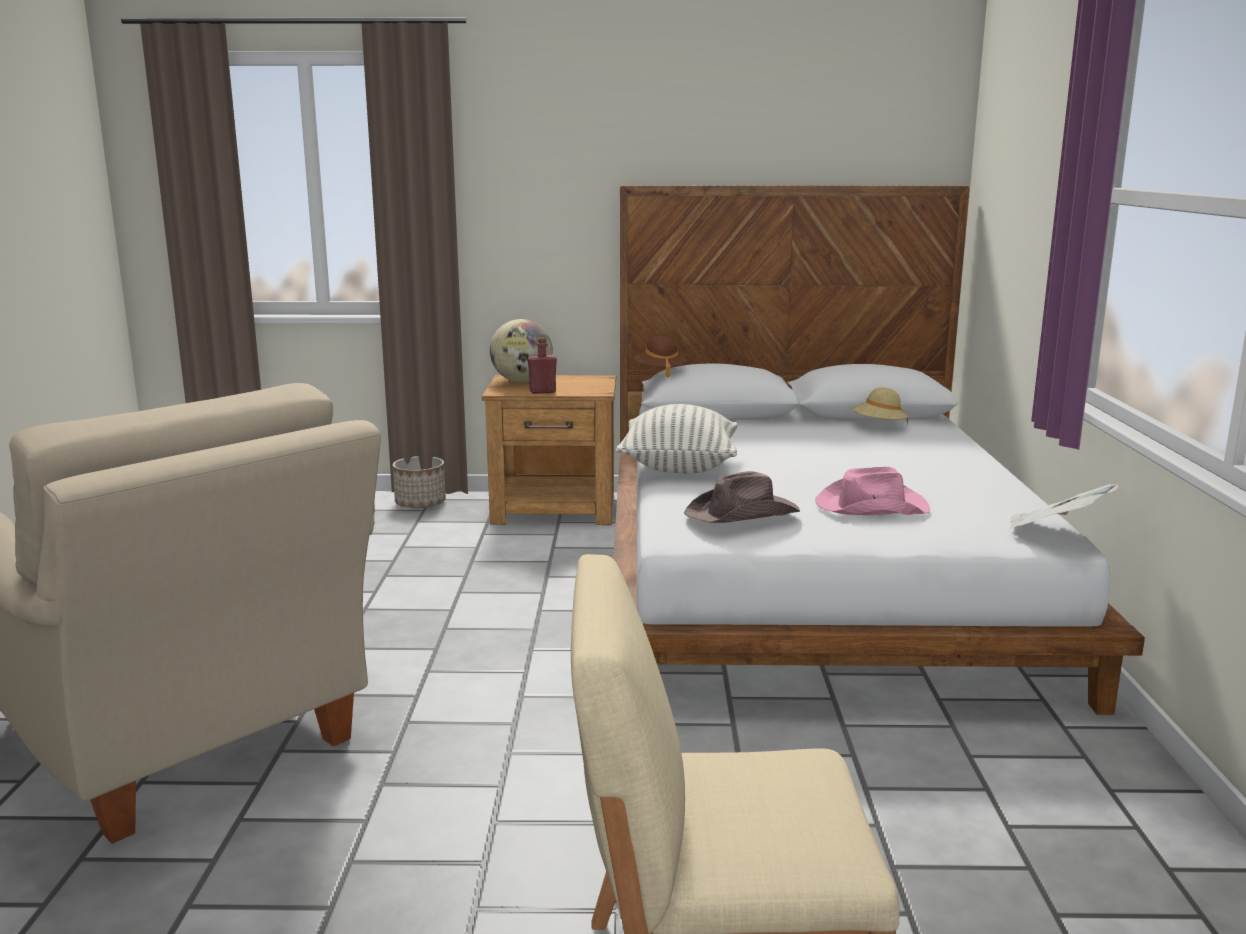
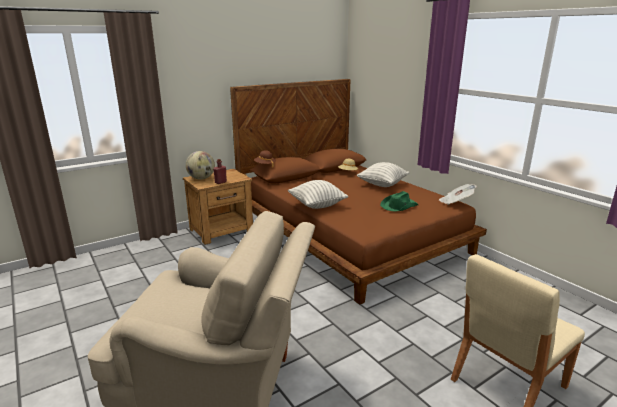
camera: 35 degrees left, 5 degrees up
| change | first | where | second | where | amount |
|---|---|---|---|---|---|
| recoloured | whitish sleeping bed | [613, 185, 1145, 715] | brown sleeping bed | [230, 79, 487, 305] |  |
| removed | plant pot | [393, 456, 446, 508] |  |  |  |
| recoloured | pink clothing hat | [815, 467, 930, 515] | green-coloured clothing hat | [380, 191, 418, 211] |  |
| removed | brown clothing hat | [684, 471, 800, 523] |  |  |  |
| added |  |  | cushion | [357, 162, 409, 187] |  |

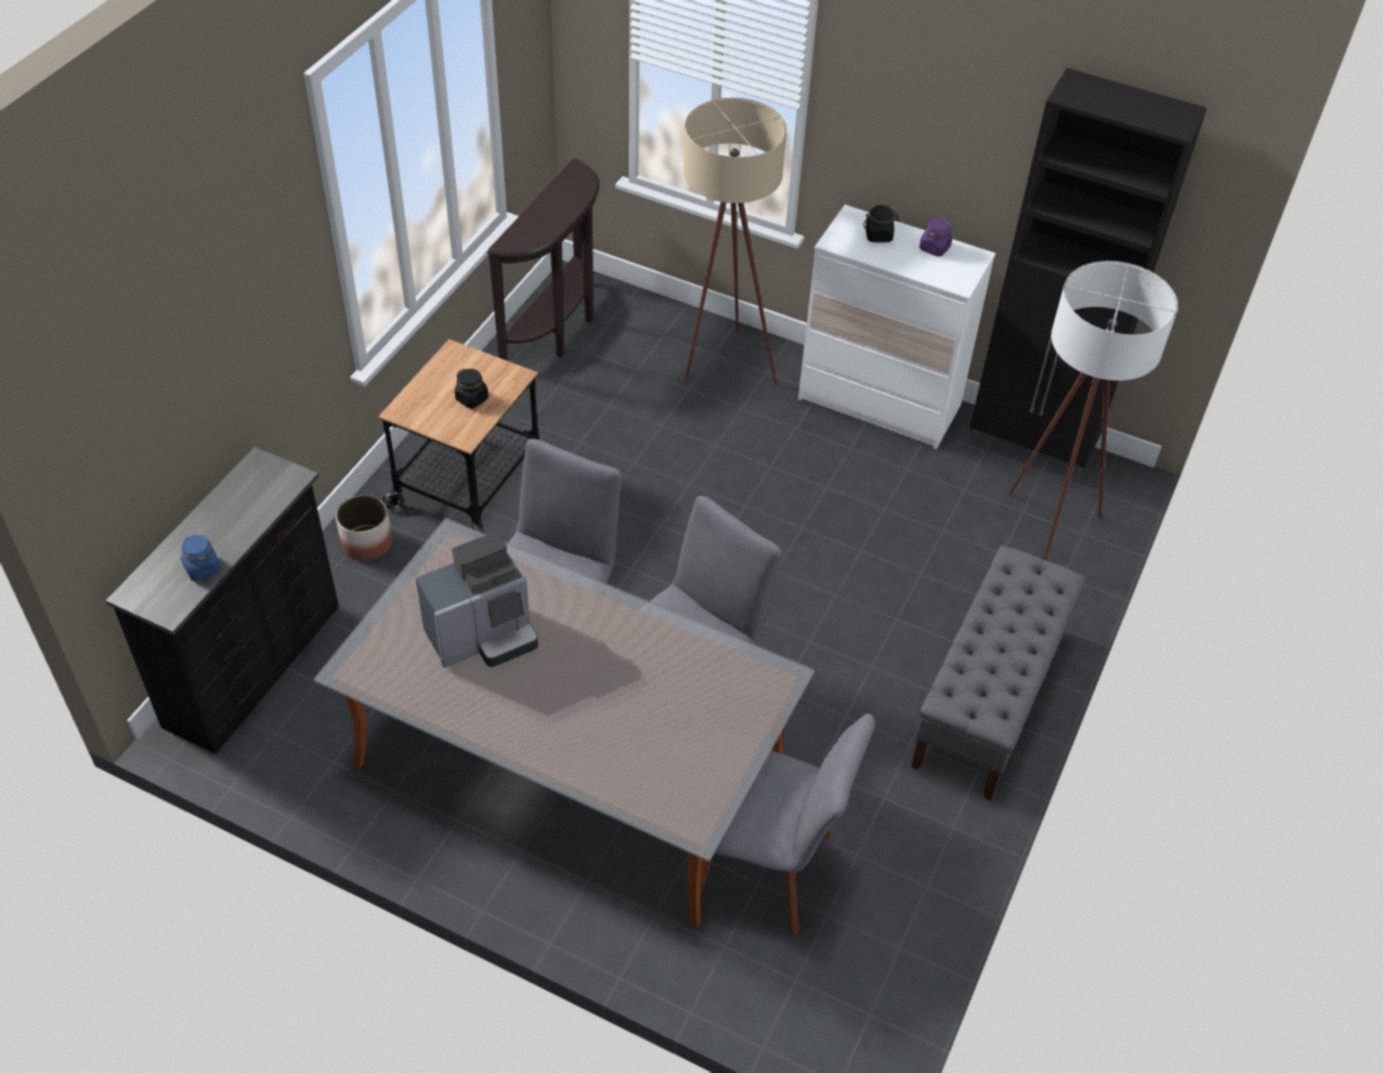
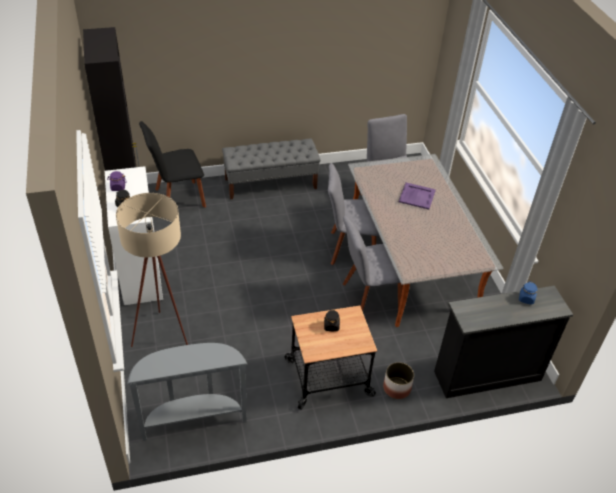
camera: 130 degrees left, 5 degrees down
| change | first | where | second | where | amount |
|---|---|---|---|---|---|
| recoloured | brown hall table | [487, 158, 599, 361] | greyish hall table | [127, 343, 248, 441] |  |
| replaced | whitish standing lamp | [1008, 261, 1178, 560] | blackish upright chair | [139, 121, 206, 207] |  |
| removed | coffee brewer | [416, 532, 538, 668] |  |  |  |
| added |  |  | purplish carrying tray | [399, 183, 436, 209] |  |

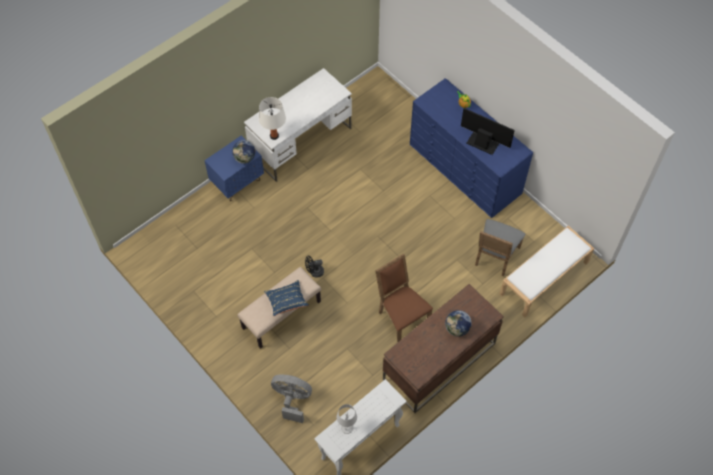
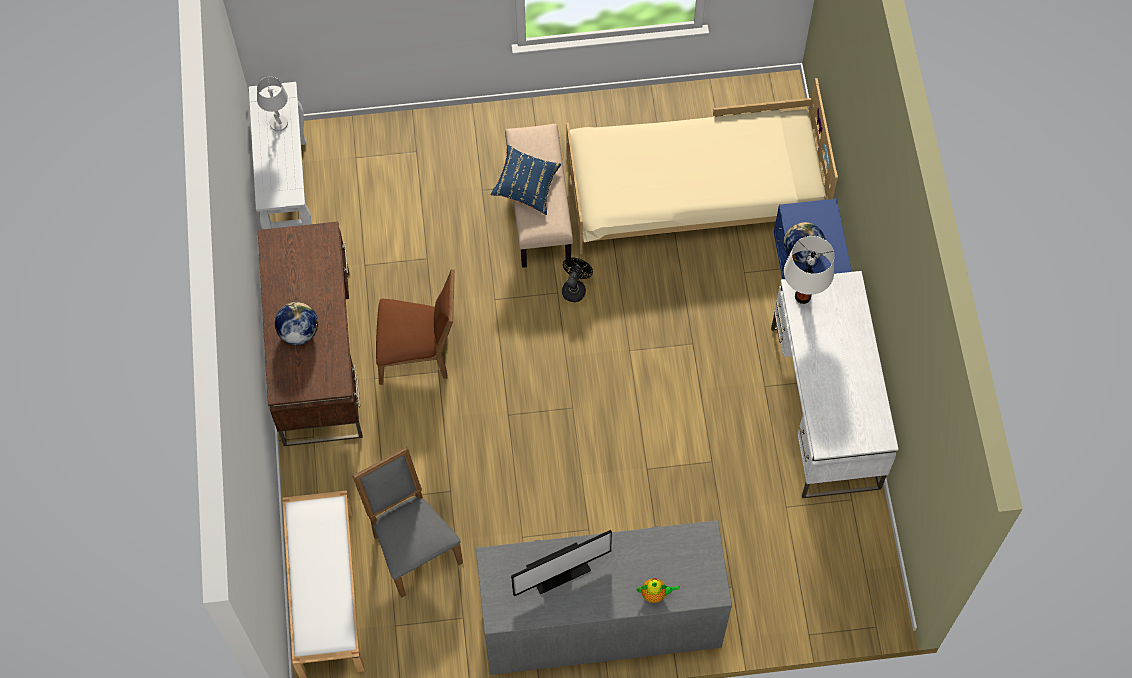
camera: 125 degrees right, 5 degrees up
| change | first | where | second | where | amount |
|---|---|---|---|---|---|
| recoloured | bluish chest of drawers | [410, 78, 533, 218] | greyish chest of drawers | [476, 520, 732, 675] |  |
| removed | greyish fan | [271, 374, 312, 423] |  |  |  |
| added |  |  | sand-coloured sleeping bed | [566, 78, 838, 254] |  |

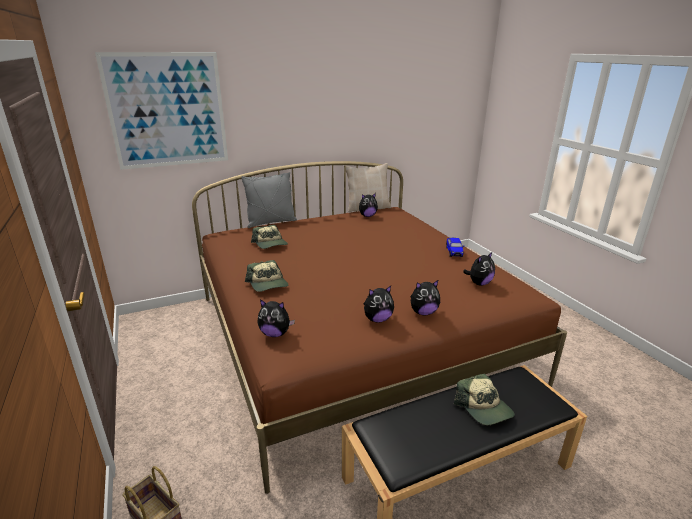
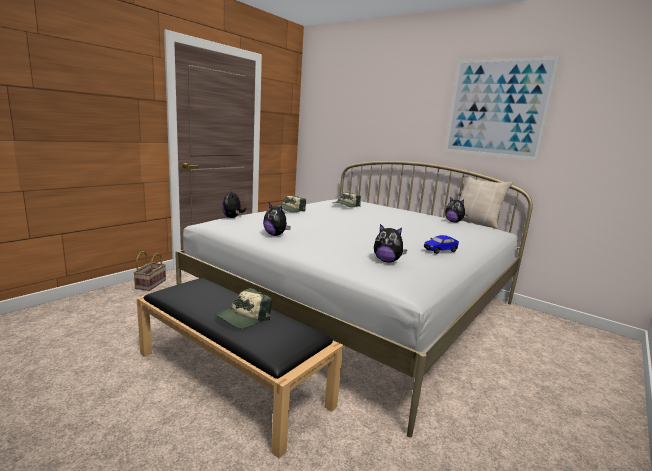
camera: 60 degrees right, 10 degrees down
| change | first | where | second | where | amount |
|---|---|---|---|---|---|
| moved | wall art | [95, 52, 228, 170] |  | [445, 56, 560, 160] |  |
| recoloured | brown sleeping bed | [192, 161, 567, 494] | whitish sleeping bed | [175, 161, 533, 438] |  |
| removed | greyish cushion | [241, 172, 297, 228] |  |  |  |
| removed | plush toy | [410, 280, 440, 315] |  |  |  |

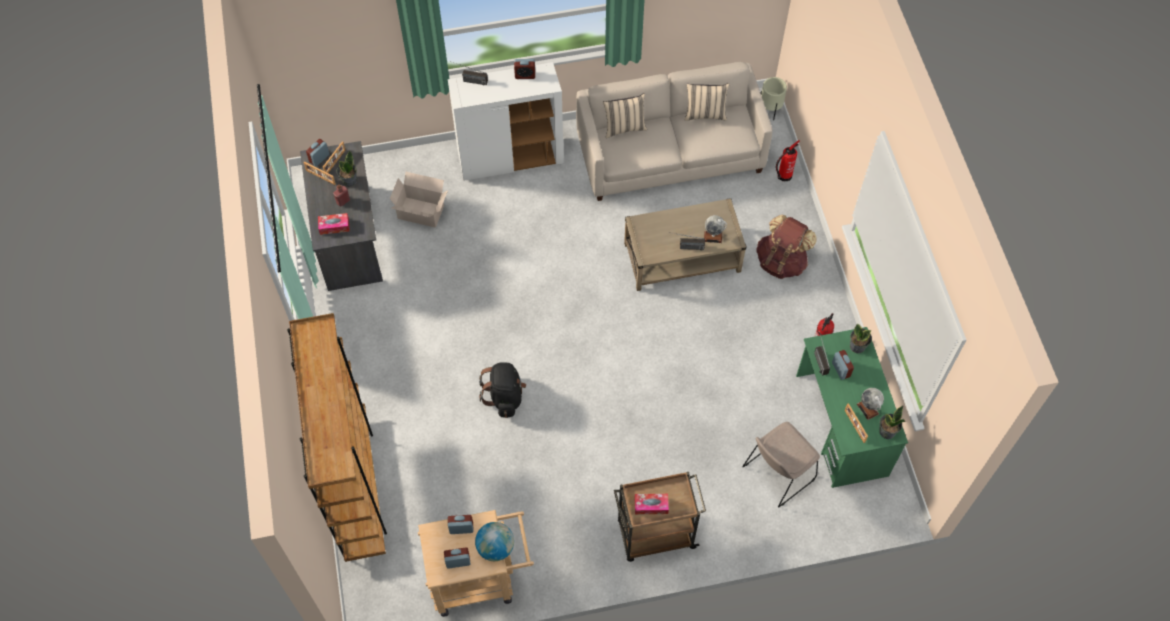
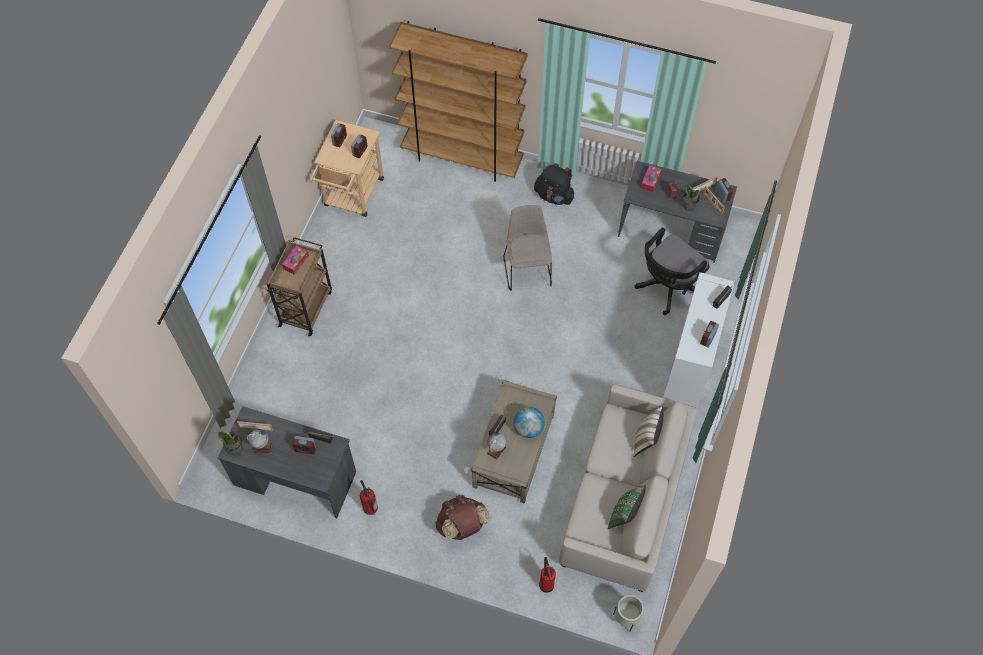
camera: 120 degrees right, 0 degrees up
| change | first | where | second | where | amount |
|---|---|---|---|---|---|
| recoloured | sand-coloured cushion | [685, 83, 729, 121] | green-coloured cushion | [608, 485, 646, 529] |  |
| replaced | packing box | [390, 172, 448, 228] | blackish desk chair | [634, 227, 710, 315] |  |
| removed | houseplant | [850, 324, 872, 354] |  |  |  |
| recoloured | green-coloured desk unit | [796, 327, 908, 488] | greyish desk unit | [218, 406, 356, 519] |  |
| moved | blackish backpack | [479, 362, 526, 418] |  | [534, 163, 574, 205] |  |
| moved | sand-coloured upright chair | [742, 422, 820, 507] |  | [504, 205, 552, 291] |  |
| moved | world globe | [475, 522, 514, 561] |  | [514, 407, 545, 438] |  |

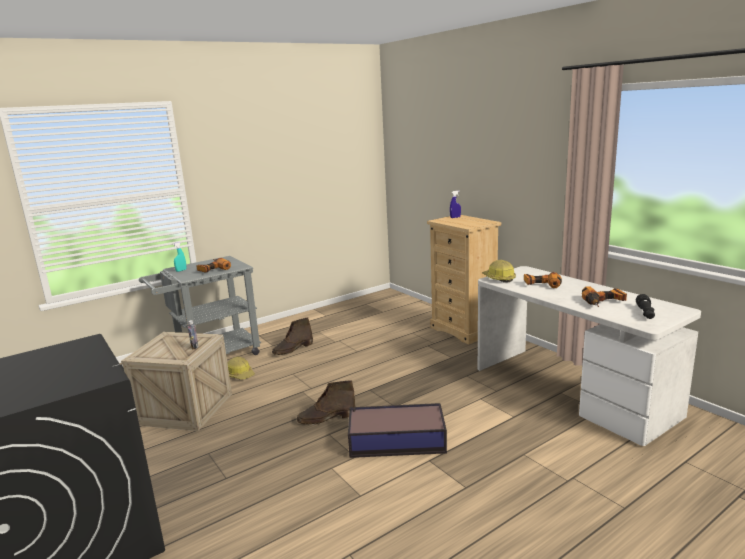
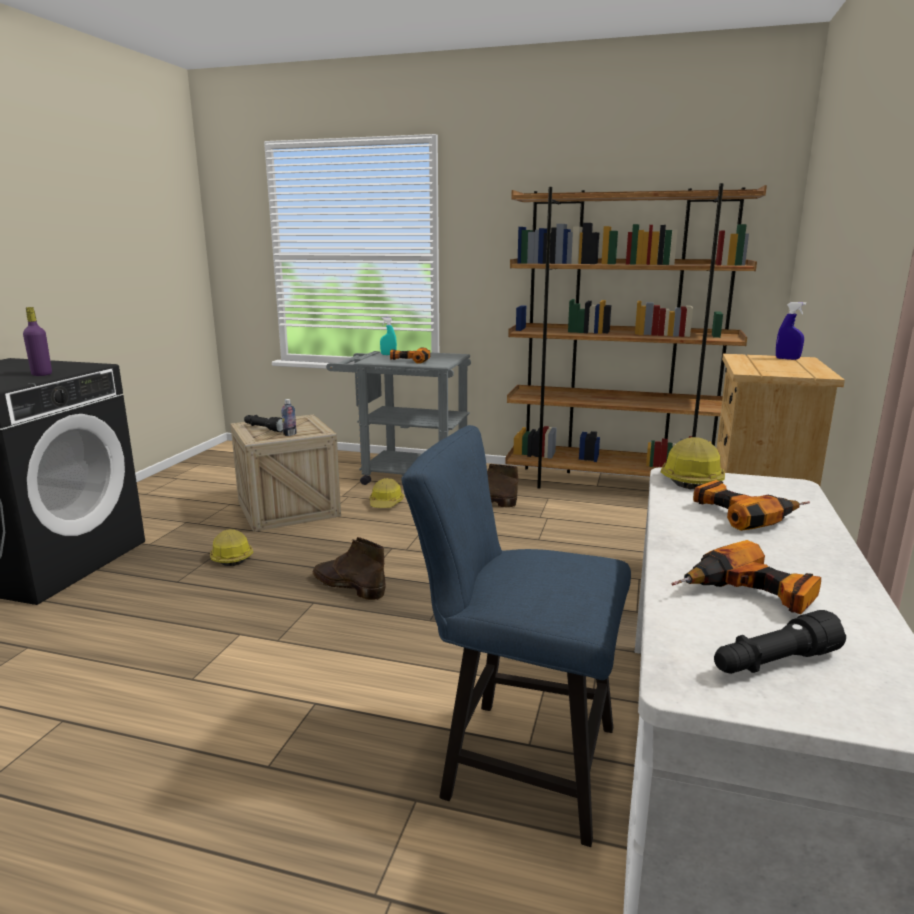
camera: 50 degrees right, 0 degrees up
| change | first | where | second | where | amount |
|---|---|---|---|---|---|
| removed | storage bin | [348, 403, 447, 458] |  |  |  |
| added |  |  | brown shelving unit | [505, 183, 767, 489] |  |
| added |  |  | purplish drink bottle | [23, 307, 52, 376] |  |
| added |  |  | blackish flashlight | [244, 415, 283, 432] |  |
| added |  |  | bluish upright chair | [401, 425, 631, 847] |  |
| added |  |  | work helmet | [210, 529, 253, 566] |  |

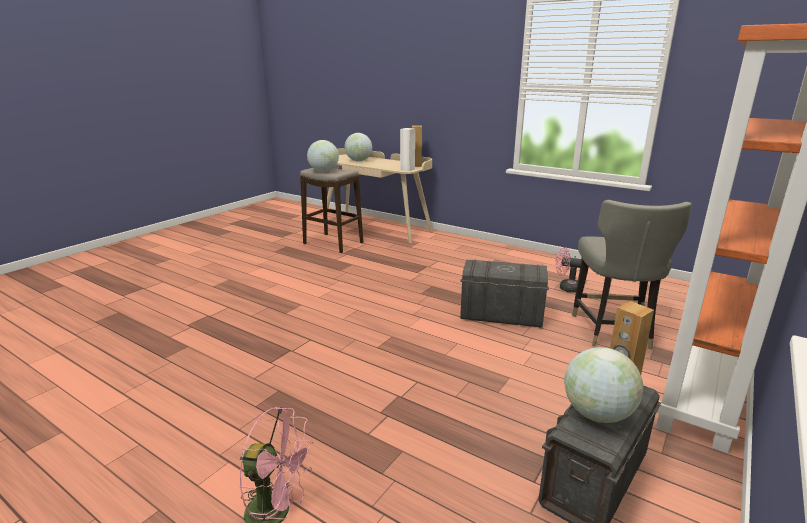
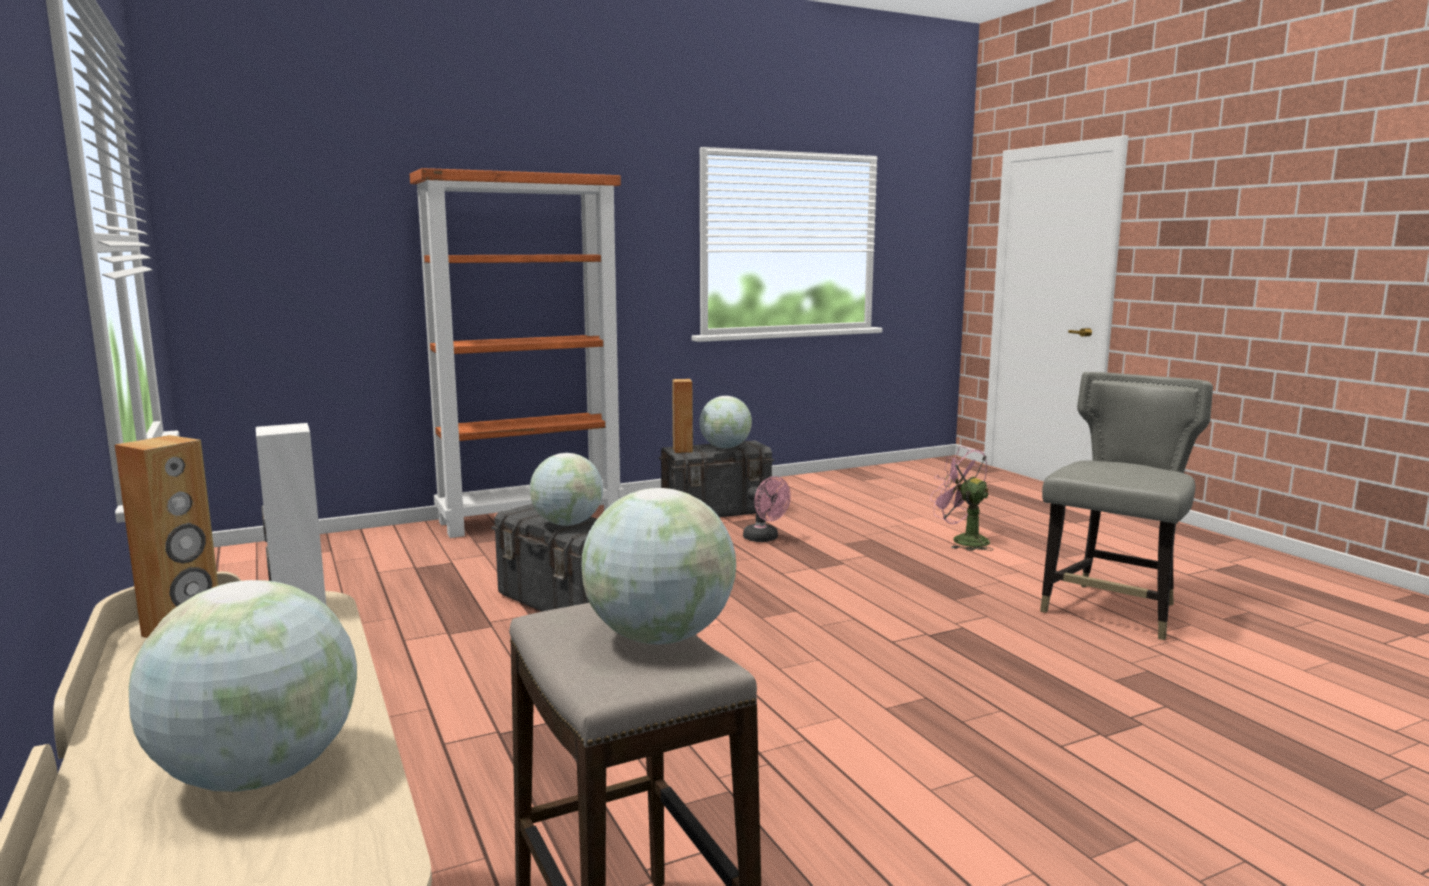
camera: 150 degrees left, 10 degrees down
| change | first | where | second | where | amount |
|---|---|---|---|---|---|
| moved | greyish upright chair | [572, 200, 692, 350] |  | [1040, 372, 1213, 640] |  |
| moved | pink fan | [556, 247, 581, 293] |  | [743, 476, 791, 542] |  |
| added |  |  | world globe | [530, 453, 603, 526] |  |

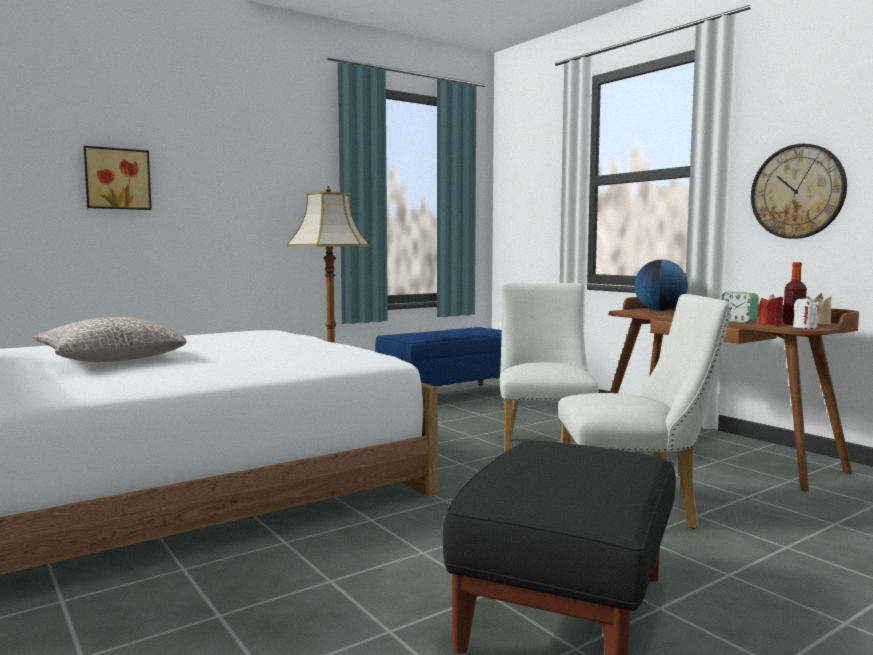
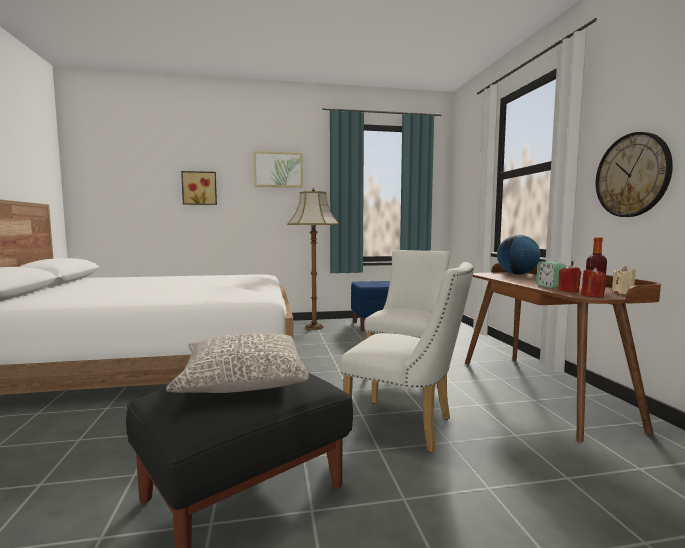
camera: 25 degrees right, 0 degrees up
| change | first | where | second | where | amount |
|---|---|---|---|---|---|
| recoloured | whitish wax light | [793, 296, 820, 329] | red wax light | [581, 268, 607, 298] |  |
| moved | greyish cushion | [33, 317, 187, 362] |  | [166, 333, 309, 393] |  |
| added |  |  | wall art | [254, 151, 303, 188] |  |

